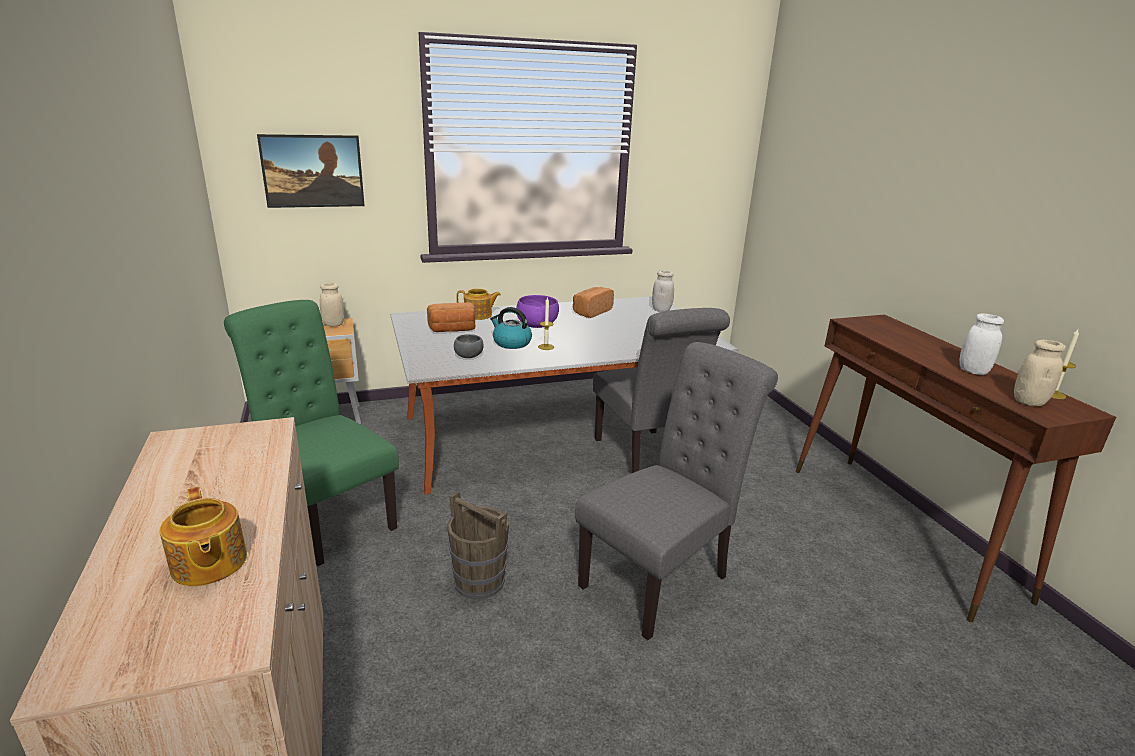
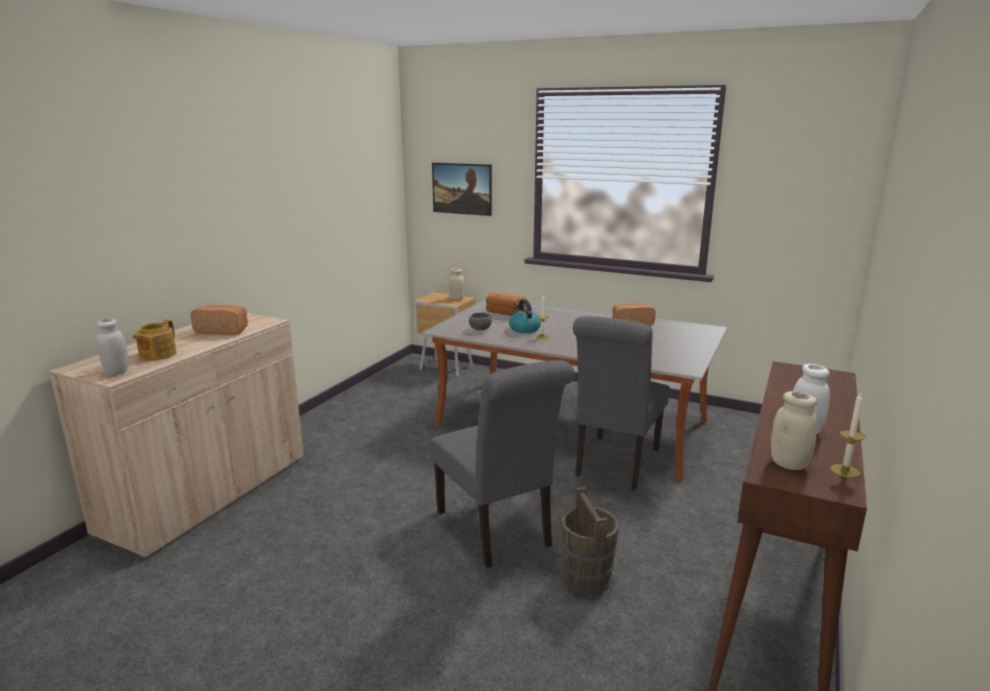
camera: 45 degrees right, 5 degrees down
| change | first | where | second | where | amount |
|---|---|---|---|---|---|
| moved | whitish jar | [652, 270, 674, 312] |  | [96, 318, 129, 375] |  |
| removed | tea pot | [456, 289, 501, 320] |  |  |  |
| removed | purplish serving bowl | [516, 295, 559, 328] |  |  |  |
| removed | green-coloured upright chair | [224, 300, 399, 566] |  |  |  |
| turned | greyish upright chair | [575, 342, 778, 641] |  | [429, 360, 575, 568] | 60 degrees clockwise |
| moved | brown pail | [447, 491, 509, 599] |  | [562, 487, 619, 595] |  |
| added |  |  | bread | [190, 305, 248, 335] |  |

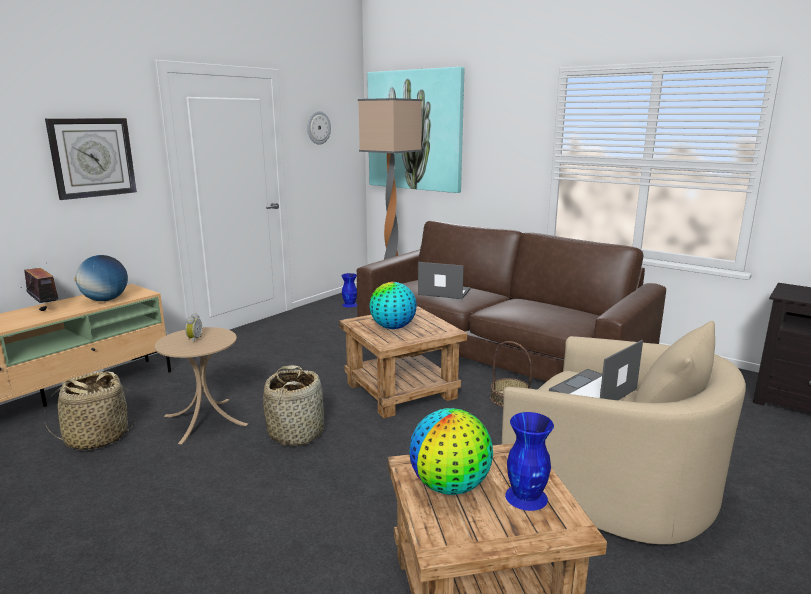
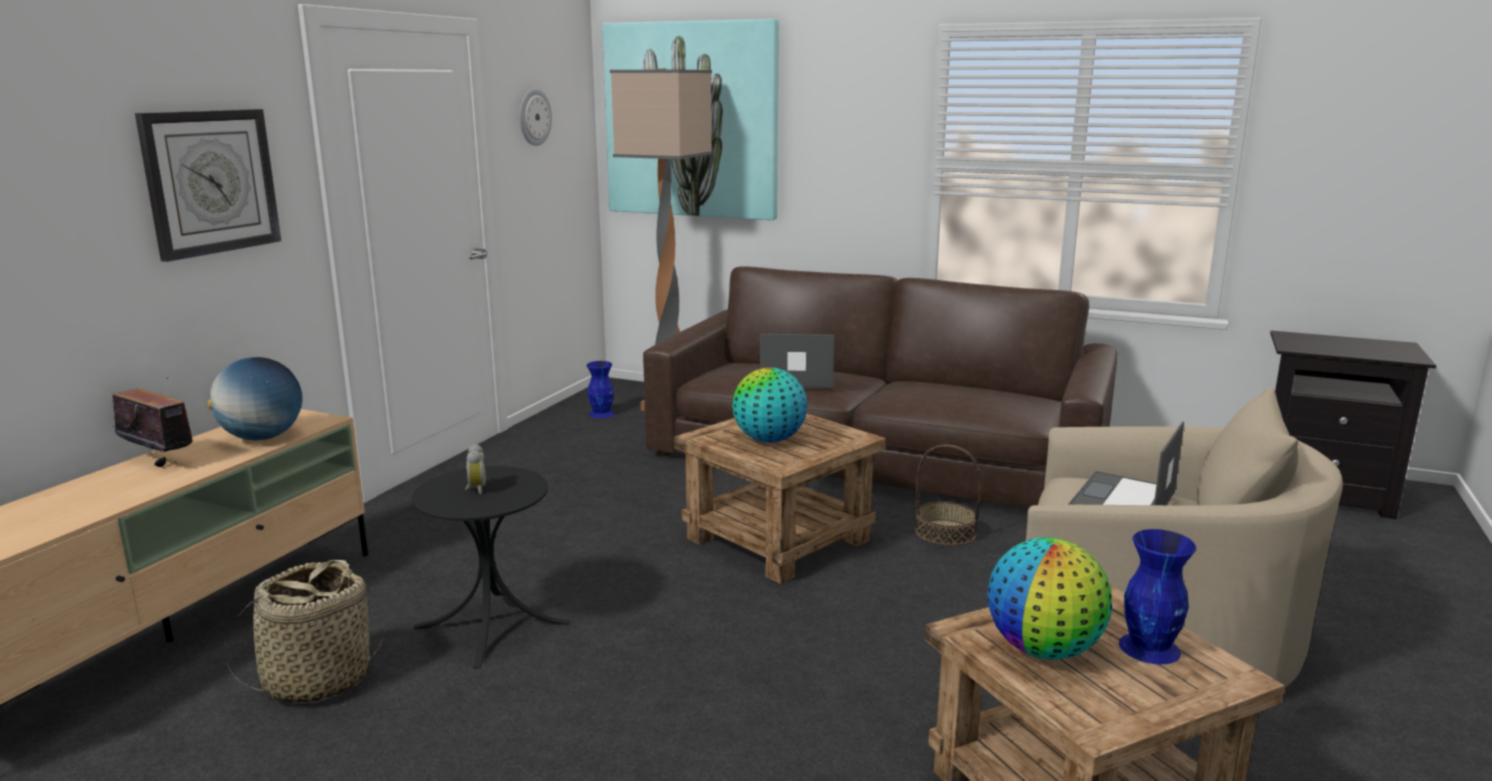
camera: 15 degrees left, 0 degrees up
| change | first | where | second | where | amount |
|---|---|---|---|---|---|
| recoloured | sand-coloured side table | [155, 327, 248, 445] | blackish side table | [412, 466, 570, 668] |  |
| removed | storage basket | [263, 365, 324, 446] |  |  |  |

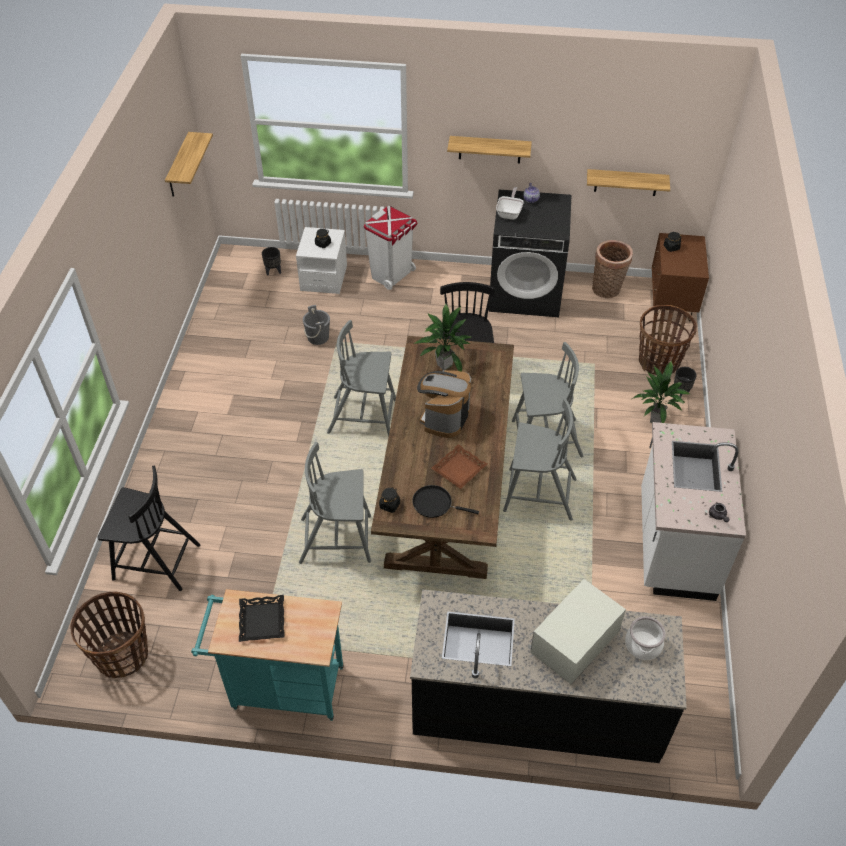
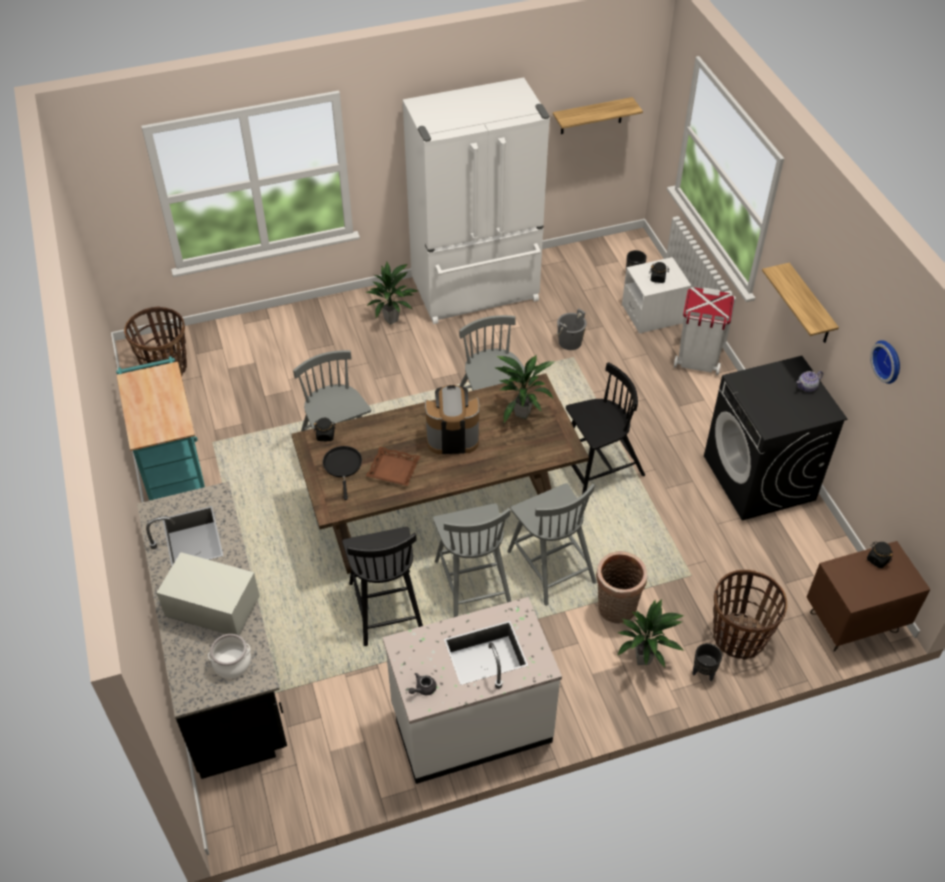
camera: 65 degrees right, 0 degrees up
| change | first | where | second | where | amount |
|---|---|---|---|---|---|
| removed | bracket shelf | [587, 169, 670, 196] |  |  |  |
| removed | pan | [496, 187, 524, 220] |  |  |  |
| moved | storage basket | [592, 240, 633, 298] |  | [596, 551, 647, 624] |  |
| moved | blackish upright chair | [97, 466, 200, 591] |  | [342, 527, 423, 646] |  |
| removed | blackish carrying tray | [239, 595, 285, 642] |  |  |  |
| added |  |  | whitish fridge | [403, 77, 550, 324] |  |
| added |  |  | houseplant | [366, 262, 418, 325] |  |
| added |  |  | clock on the wall | [870, 340, 900, 384] |  |

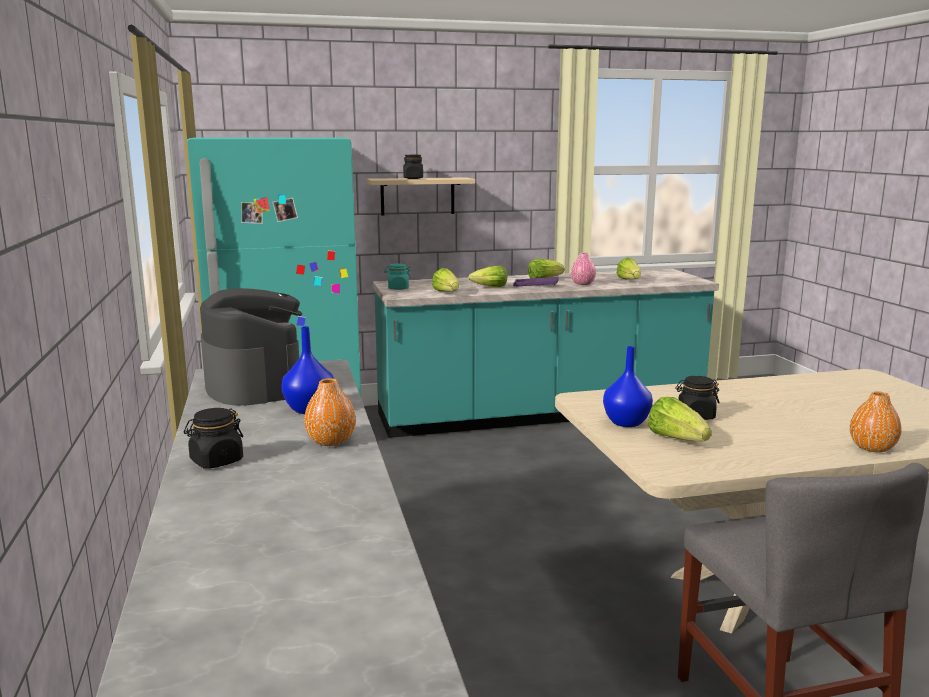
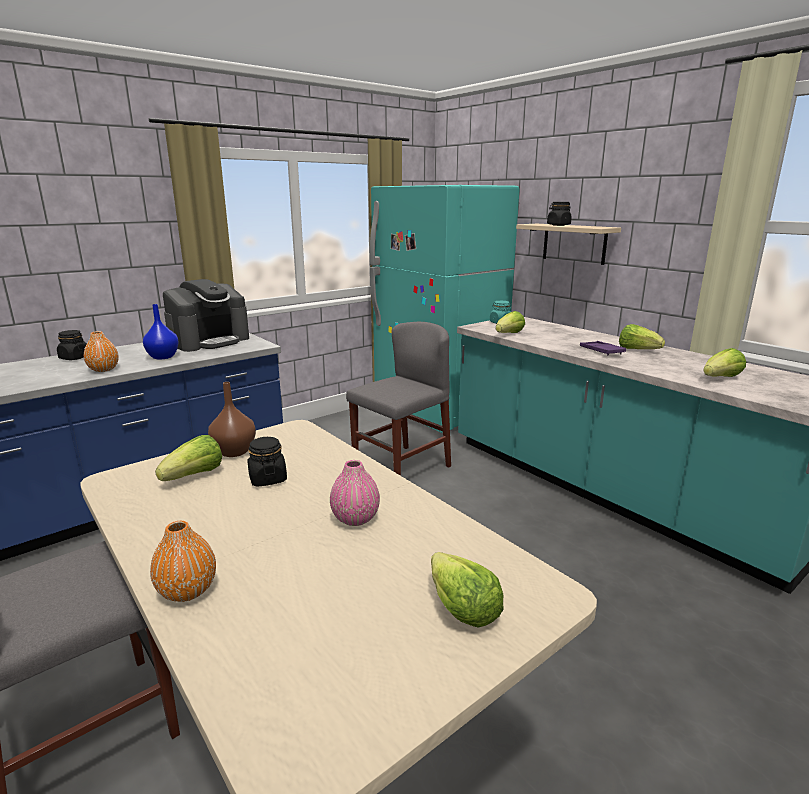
camera: 65 degrees right, 5 degrees up
| change | first | where | second | where | amount |
|---|---|---|---|---|---|
| moved | pink decorative vase | [571, 252, 596, 285] |  | [330, 460, 380, 526] |  |
| moved | head of lettuce | [468, 266, 507, 287] |  | [431, 552, 504, 628] |  |
| recoloured | bluish decorative vase | [603, 346, 653, 427] | brown decorative vase | [208, 382, 256, 457] |  |
| added |  |  | greyish upright chair | [346, 322, 451, 476] |  |

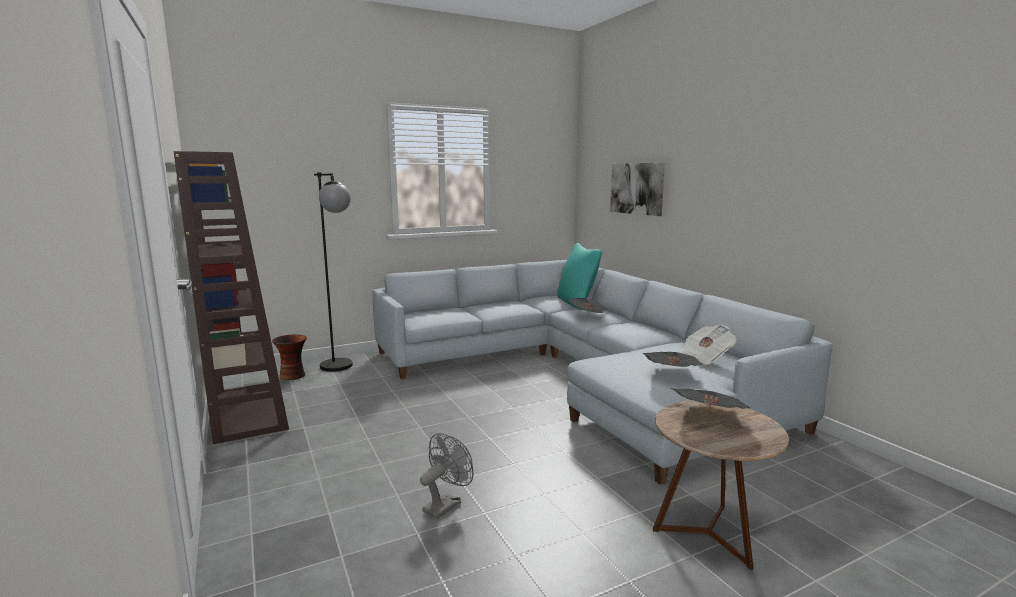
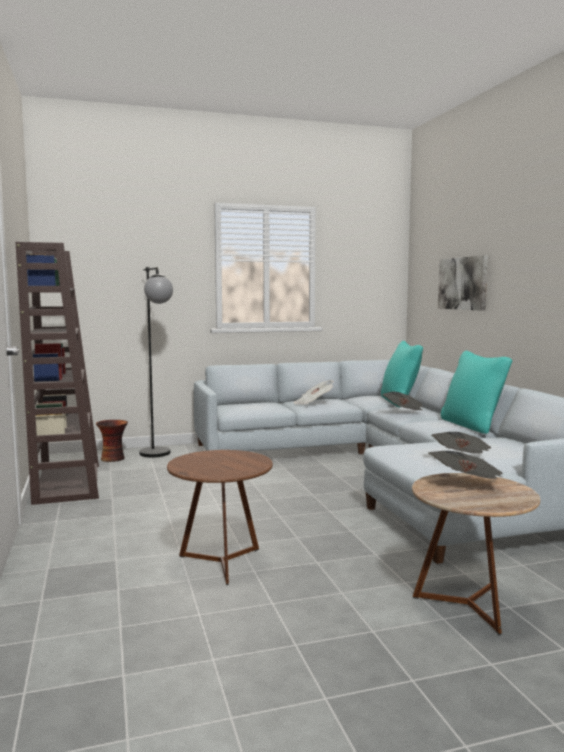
camera: 10 degrees right, 5 degrees down
| change | first | where | second | where | amount |
|---|---|---|---|---|---|
| moved | printed paper | [681, 325, 736, 365] |  | [294, 380, 334, 405] |  |
| replaced | greyish fan | [420, 433, 473, 519] | brown side table | [167, 450, 273, 585] |  |
| added |  |  | turquoise cushion | [441, 351, 512, 434] |  |

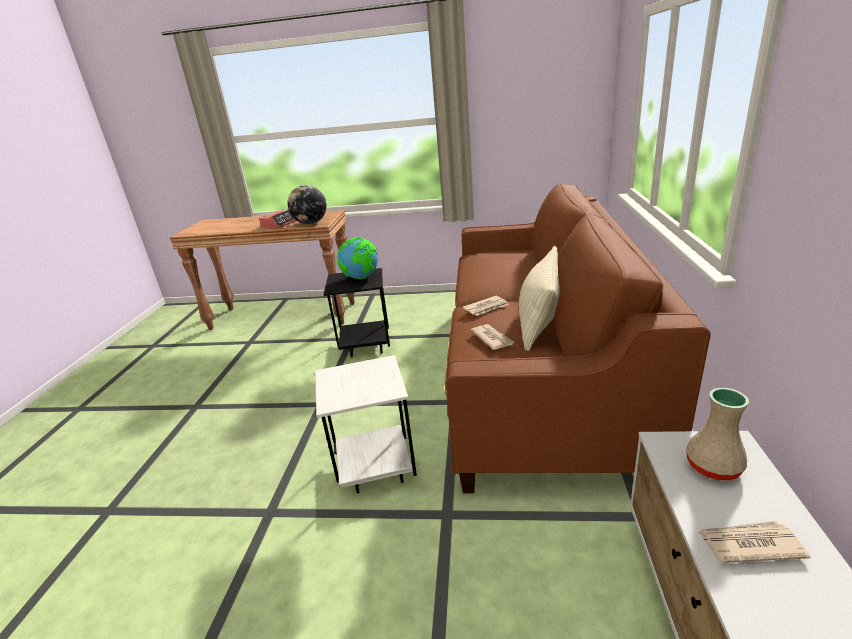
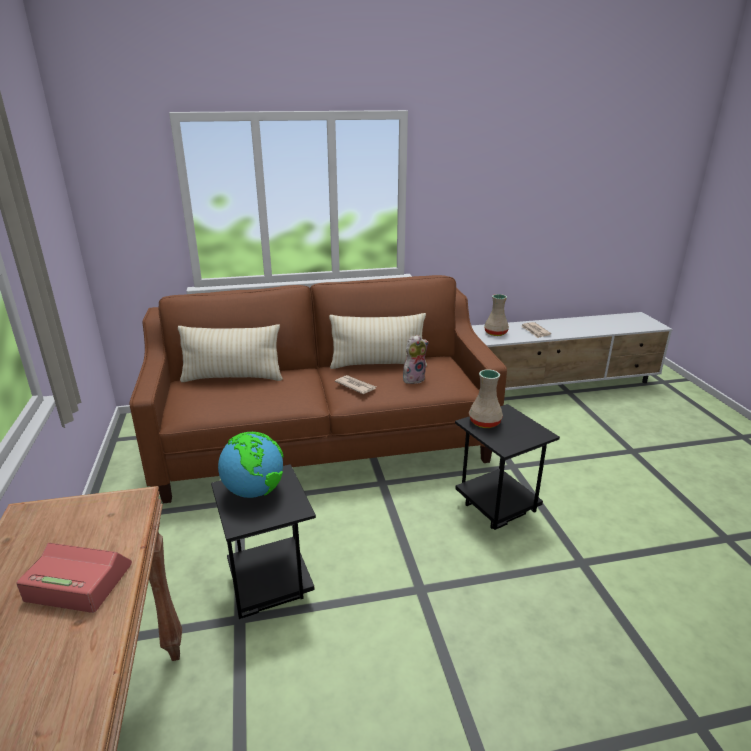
camera: 110 degrees left, 0 degrees up
| change | first | where | second | where | amount |
|---|---|---|---|---|---|
| removed | world globe | [287, 185, 327, 224] |  |  |  |
| replaced | printed paper | [471, 324, 515, 350] | plush toy | [403, 335, 429, 384] |  |
| recoloured | whitish side table | [315, 355, 417, 493] | blackish side table | [455, 404, 560, 530] |  |
| added |  |  | sand-coloured cushion | [178, 324, 283, 382] |  |
| added |  |  | sand-coloured decorative vase | [469, 369, 503, 428] |  |

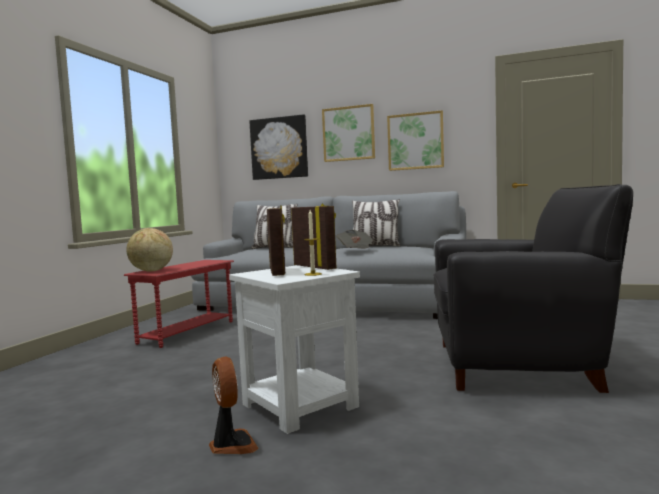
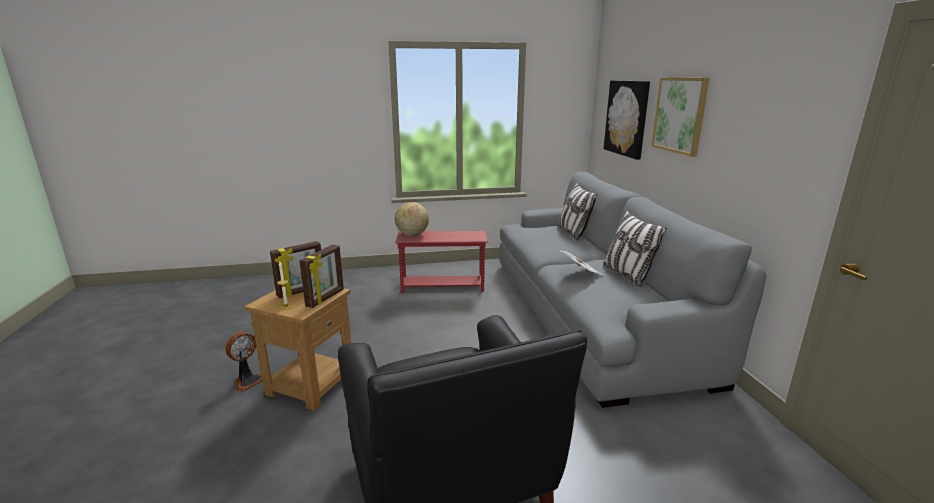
camera: 60 degrees right, 15 degrees up
| change | first | where | second | where | amount |
|---|---|---|---|---|---|
| removed | wall art | [387, 110, 444, 171] |  |  |  |
| recoloured | whitish side table | [229, 265, 360, 434] | brown side table | [245, 288, 351, 411] |  |

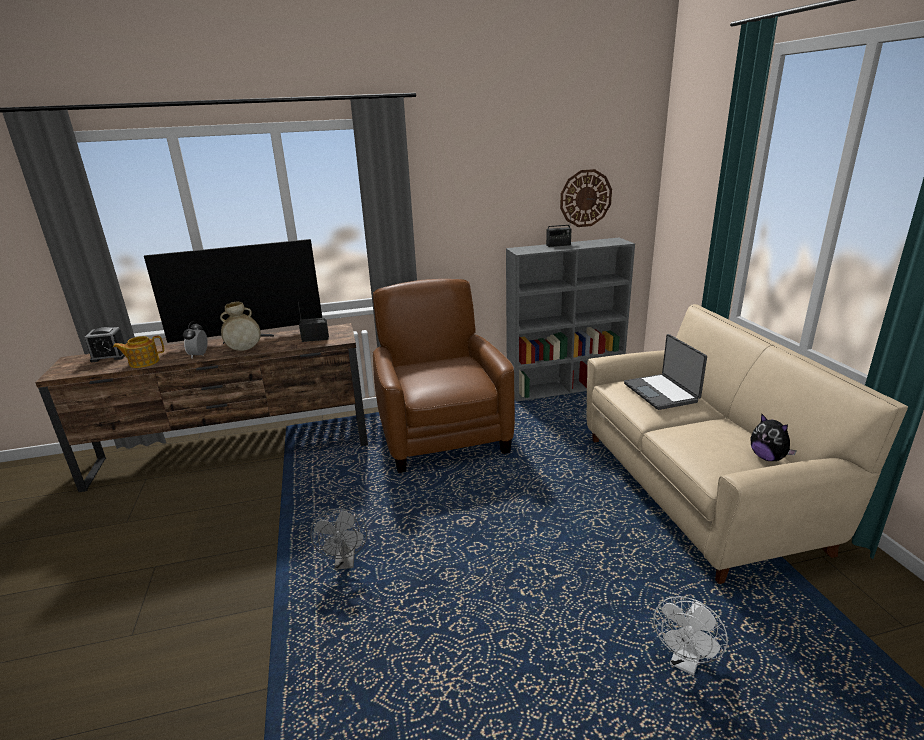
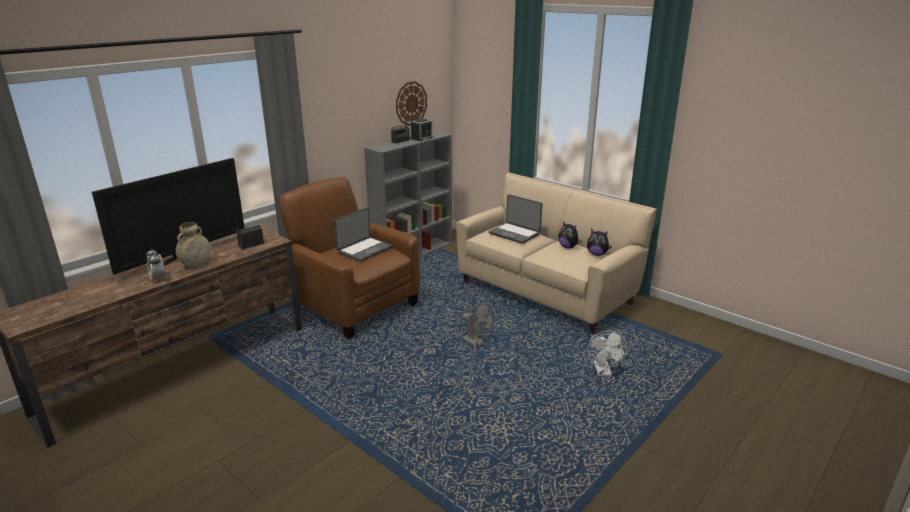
camera: 35 degrees left, 0 degrees up
| change | first | where | second | where | amount |
|---|---|---|---|---|---|
| moved | table clock | [84, 327, 125, 362] |  | [410, 118, 433, 141] |  |
| removed | tea pot | [113, 336, 164, 368] |  |  |  |
| moved | greyish fan | [310, 509, 367, 570] |  | [462, 303, 493, 348] |  |
| added |  |  | laptop | [334, 207, 393, 262] |  |
| added |  |  | plush toy | [558, 221, 582, 249] |  |

